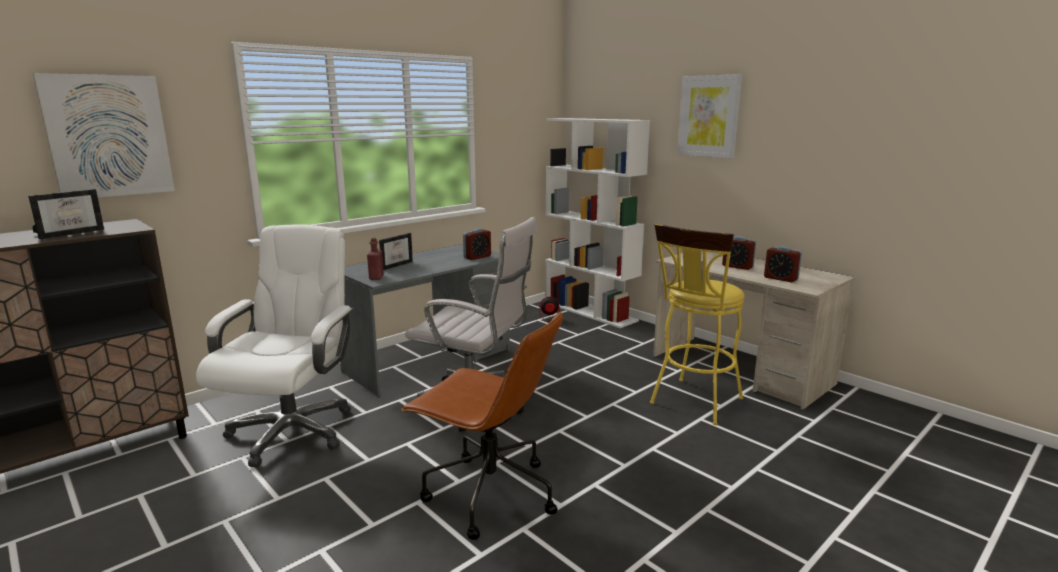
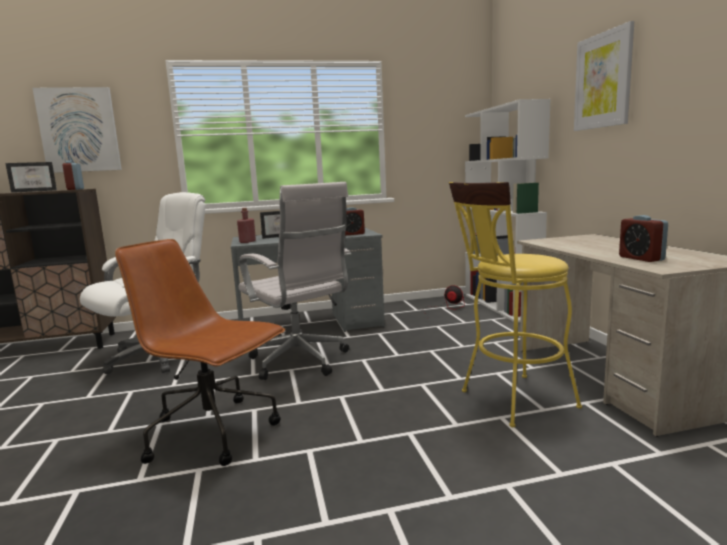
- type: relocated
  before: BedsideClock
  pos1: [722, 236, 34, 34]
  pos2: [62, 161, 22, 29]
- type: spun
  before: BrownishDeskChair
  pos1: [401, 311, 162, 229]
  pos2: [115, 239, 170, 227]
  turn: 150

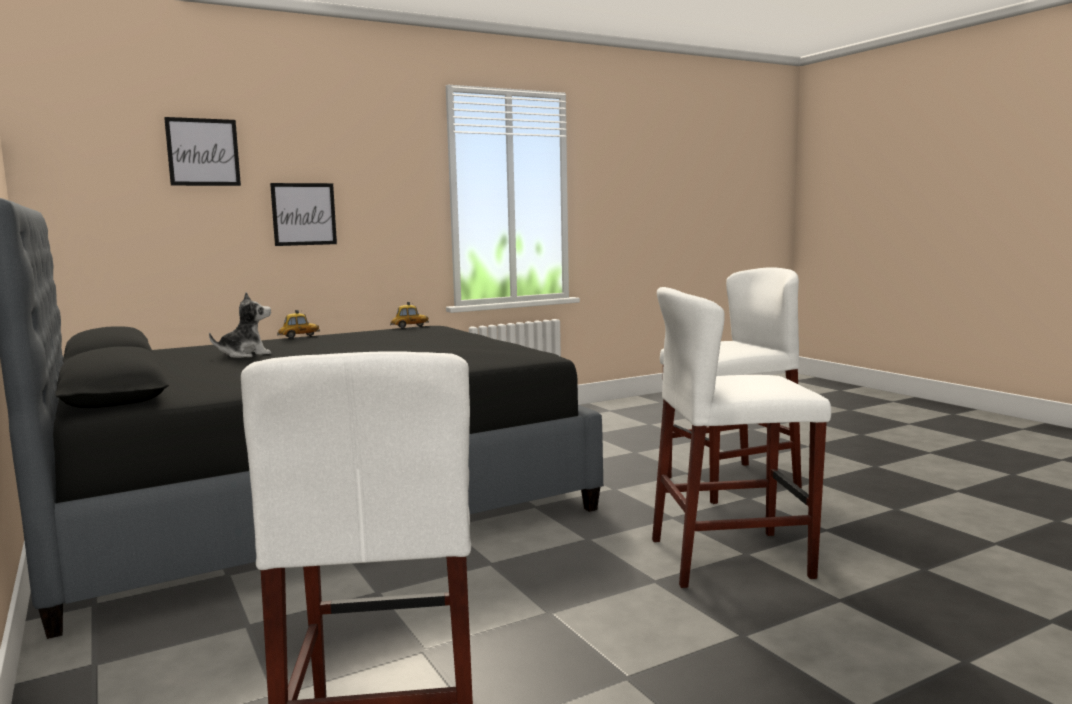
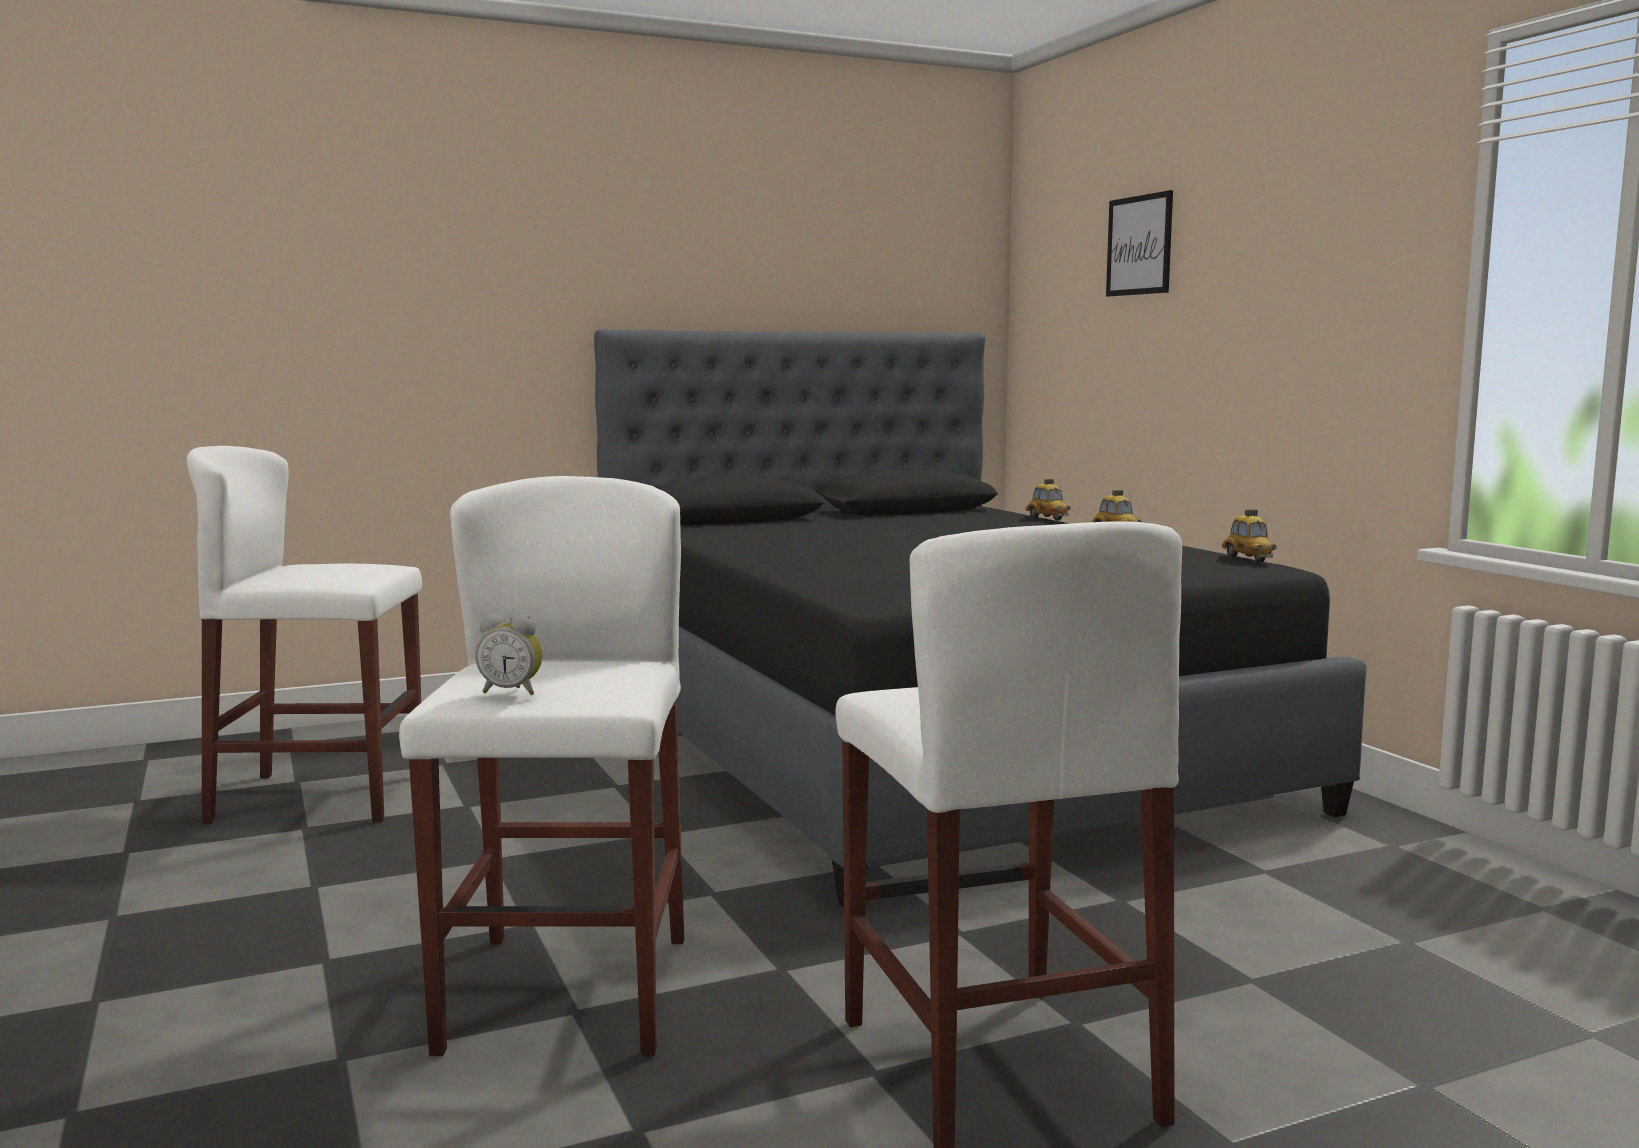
- type: appeared
  after: BedsideClock
  pos2: [475, 614, 68, 81]
- type: appeared
  after: MiniatureCar
  pos2: [1025, 479, 46, 42]
- type: missing
  before: SoftToy
  pos1: [209, 292, 62, 66]
- type: missing
  before: Picture
  pos1: [270, 183, 67, 63]

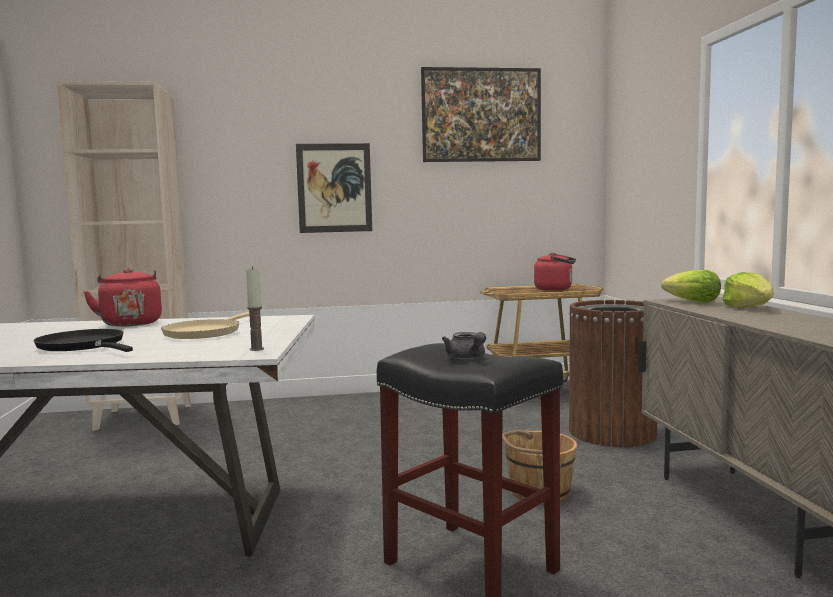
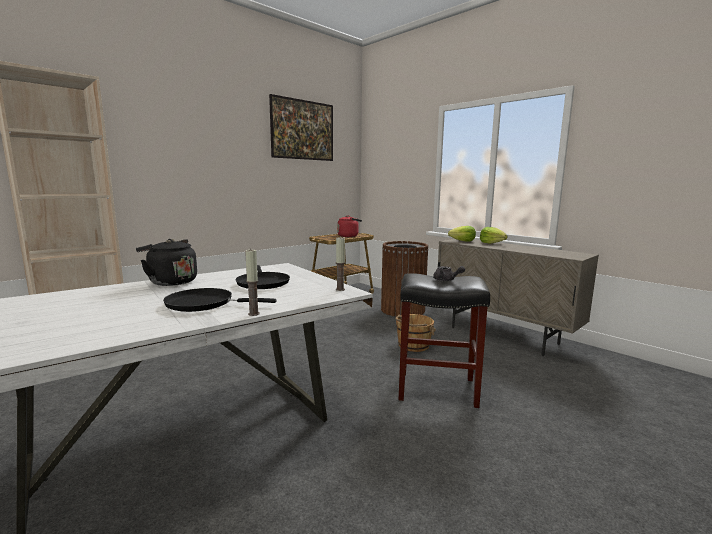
- type: colour
  before: ReddishWaterKettle
  after: BlackishWaterKettle
  pos1: [83, 268, 79, 59]
  pos2: [136, 239, 61, 47]
- type: colour
  before: SandColouredPan
  after: BlackishPan
  pos1: [161, 312, 89, 27]
  pos2: [235, 265, 55, 24]
- type: appeared
  after: Candle
  pos2: [245, 248, 15, 68]
- type: missing
  before: Picture
  pos1: [296, 143, 76, 90]

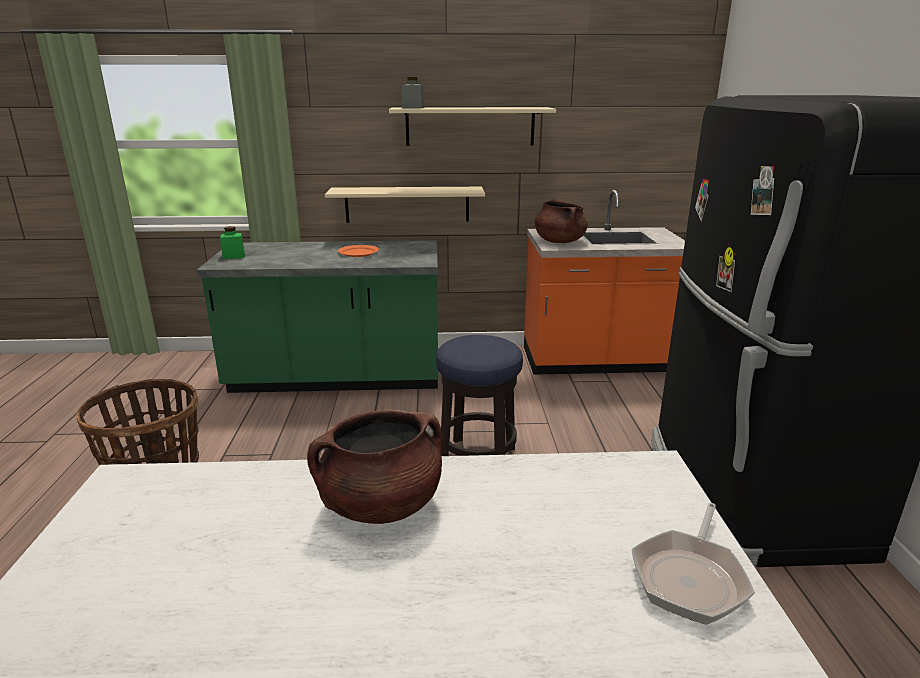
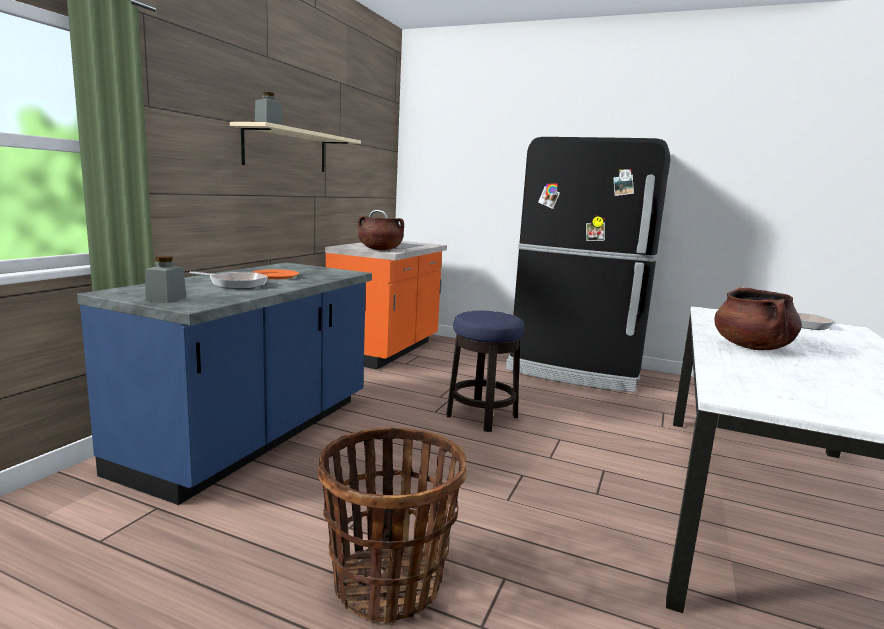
- type: colour
  before: GreenKitchenBaseUnit
  after: BlueKitchenBaseUnit
  pos1: [197, 240, 241, 153]
  pos2: [77, 262, 295, 243]
- type: colour
  before: GreenJar
  after: GreyishJar
  pos1: [220, 226, 25, 33]
  pos2: [145, 256, 41, 47]
- type: appeared
  after: Pan
  pos2: [189, 271, 79, 18]
- type: missing
  before: SandColouredWallShelf
  pos1: [325, 187, 160, 36]

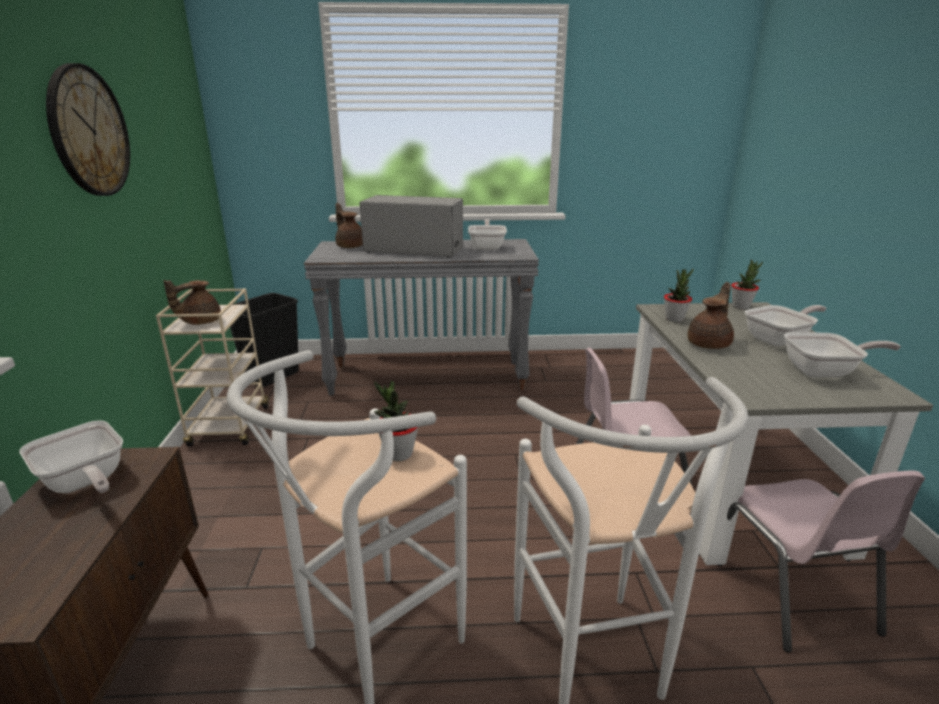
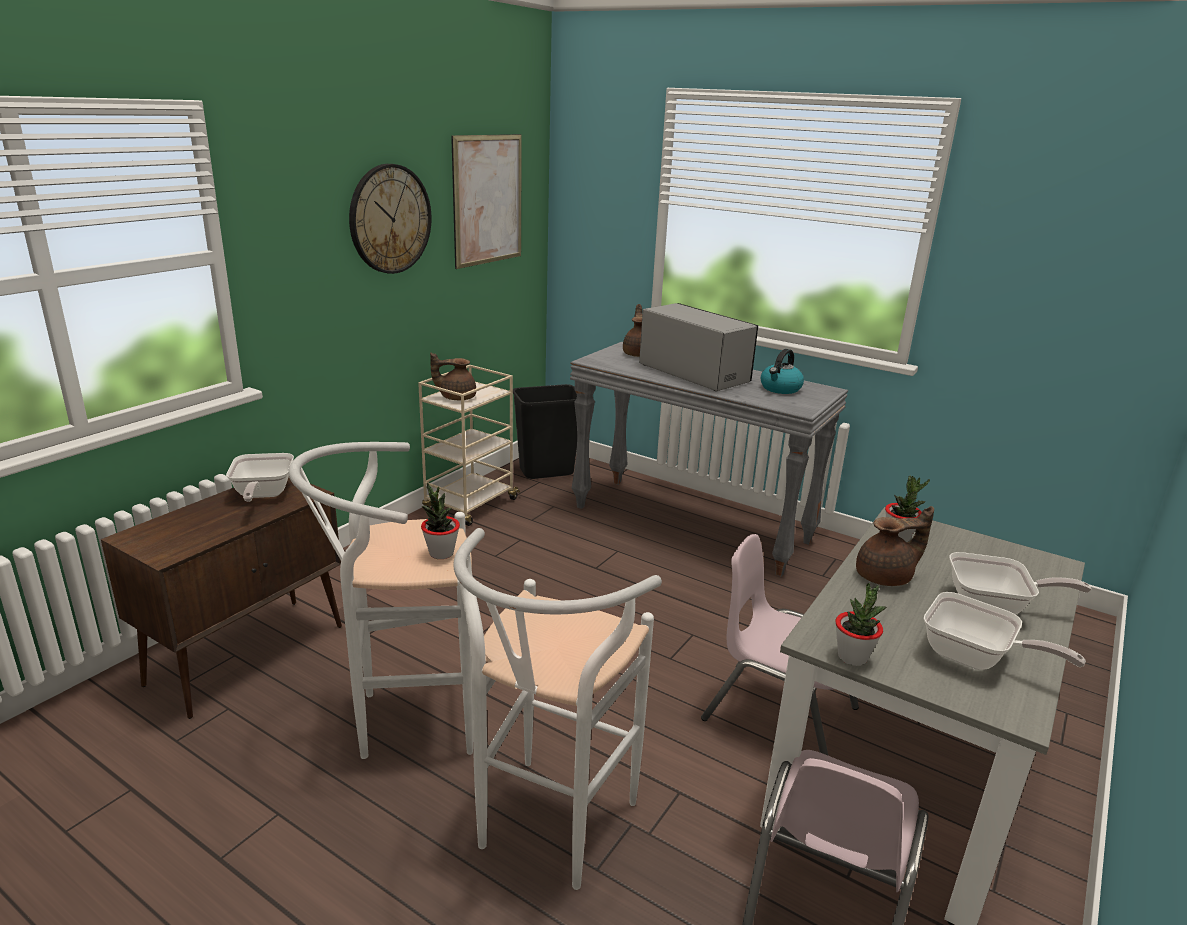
- type: appeared
  after: Picture
  pos2: [451, 134, 71, 135]
- type: exchanged
  before: Pan
  after: WaterKettle
  pos1: [468, 219, 39, 31]
  pos2: [761, 349, 43, 45]
- type: relocated
  before: PlantInAPot
  pos1: [731, 259, 32, 50]
  pos2: [835, 583, 52, 83]

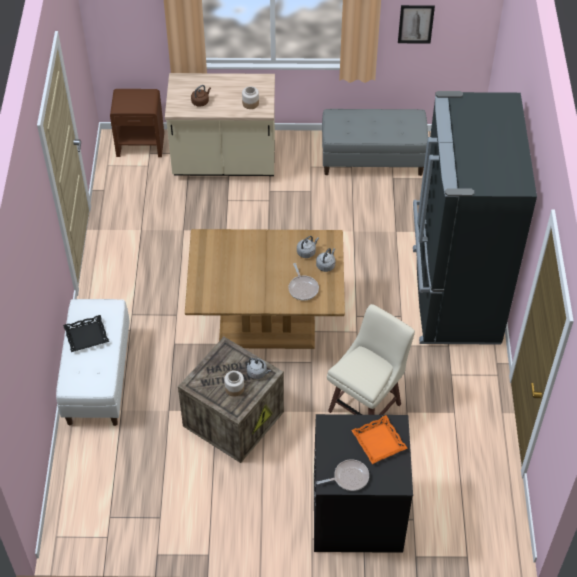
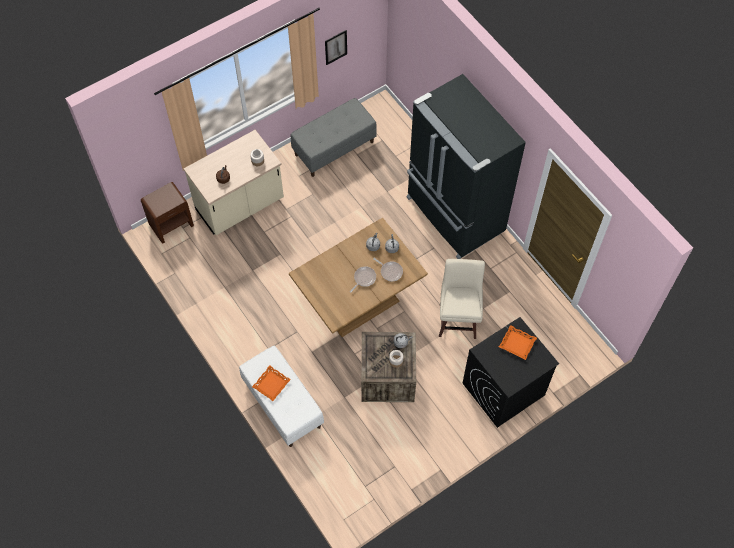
- type: colour
  before: BlackishTray
  after: OrangeyTray
  pos1: [63, 315, 46, 37]
  pos2: [252, 365, 39, 36]
- type: relocated
  before: Pan
  pos1: [316, 459, 53, 32]
  pos2: [350, 266, 26, 27]

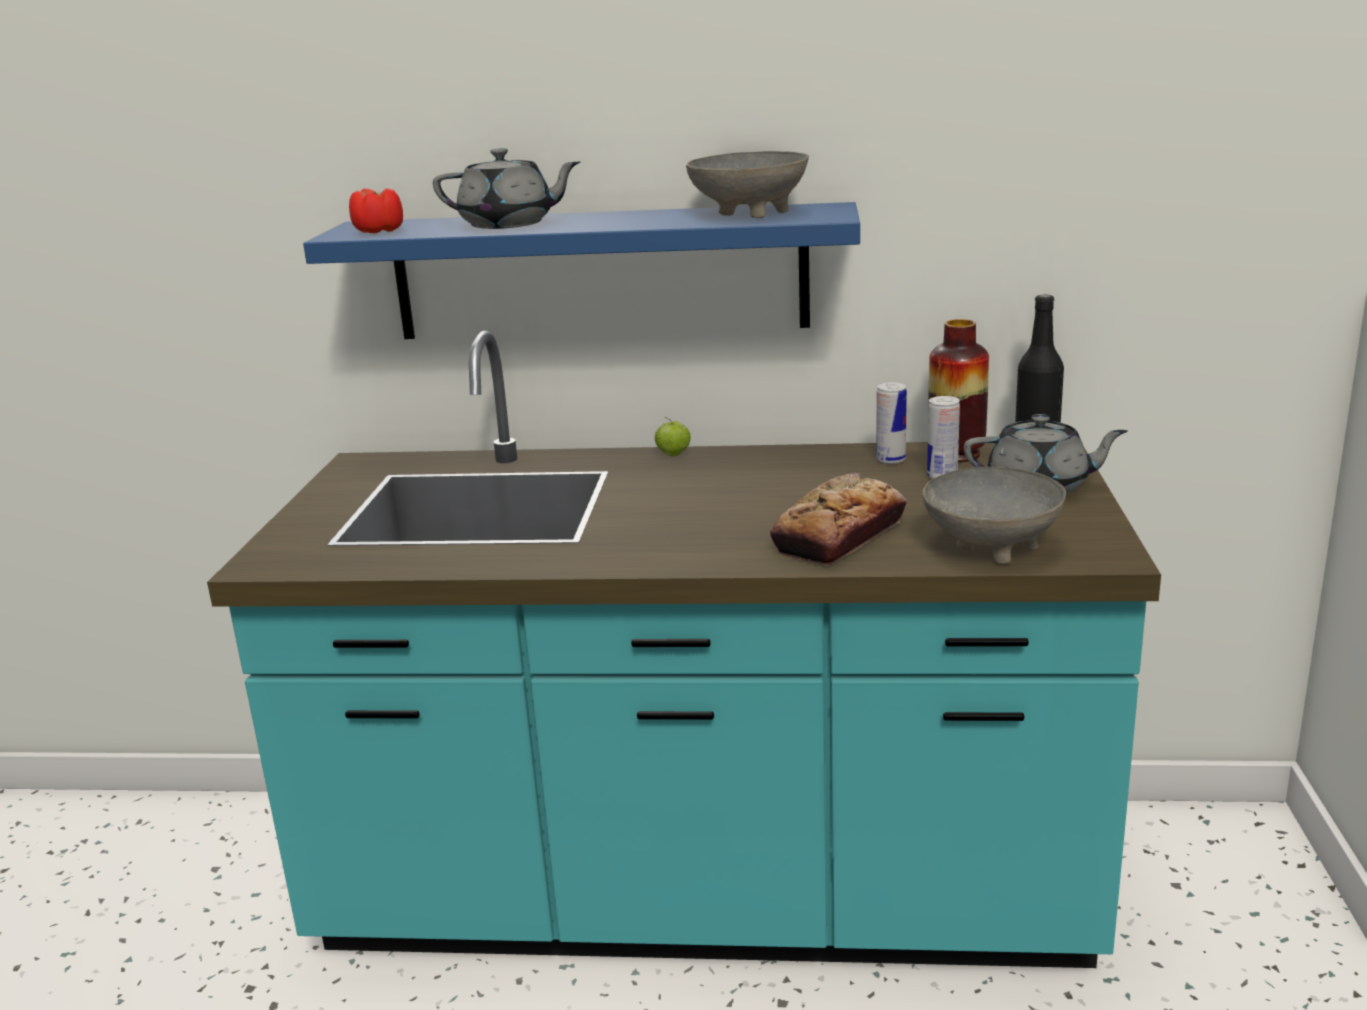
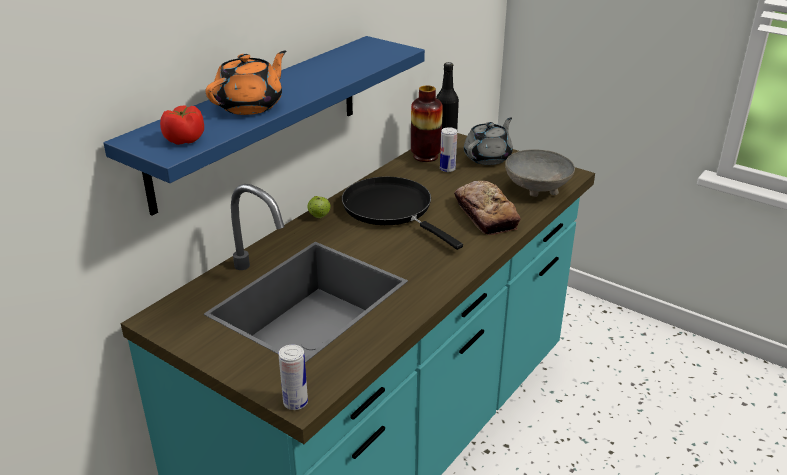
- type: colour
  before: GreyishPotForTea
  after: OrangeyPotForTea
  pos1: [433, 148, 147, 81]
  pos2: [206, 51, 80, 64]
- type: relocated
  before: Can
  pos1: [876, 382, 31, 82]
  pos2: [278, 345, 30, 65]
- type: appeared
  after: BlackishPan
  pos2: [342, 177, 121, 73]
- type: missing
  before: GreyishServingBowl
  pos1: [686, 151, 123, 67]

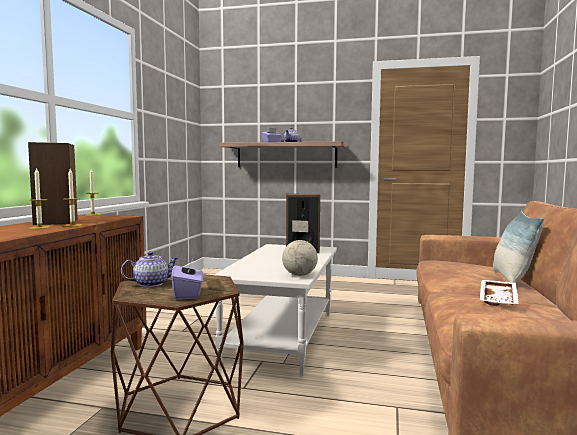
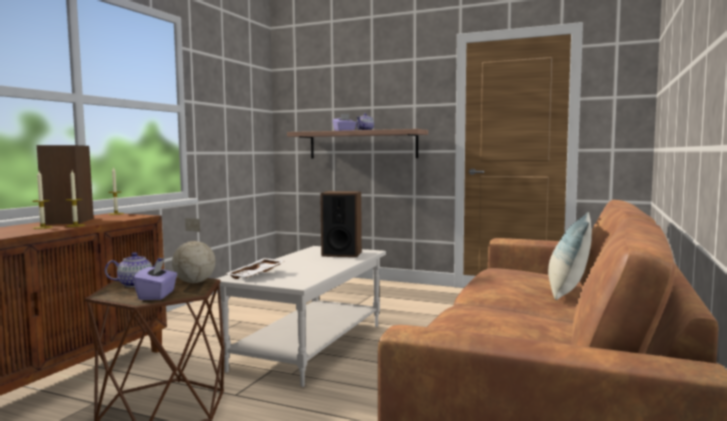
- type: relocated
  before: Globe
  pos1: [282, 220, 36, 56]
  pos2: [172, 218, 44, 65]
- type: relocated
  before: WhiteTray
  pos1: [480, 280, 39, 26]
  pos2: [226, 258, 58, 21]

